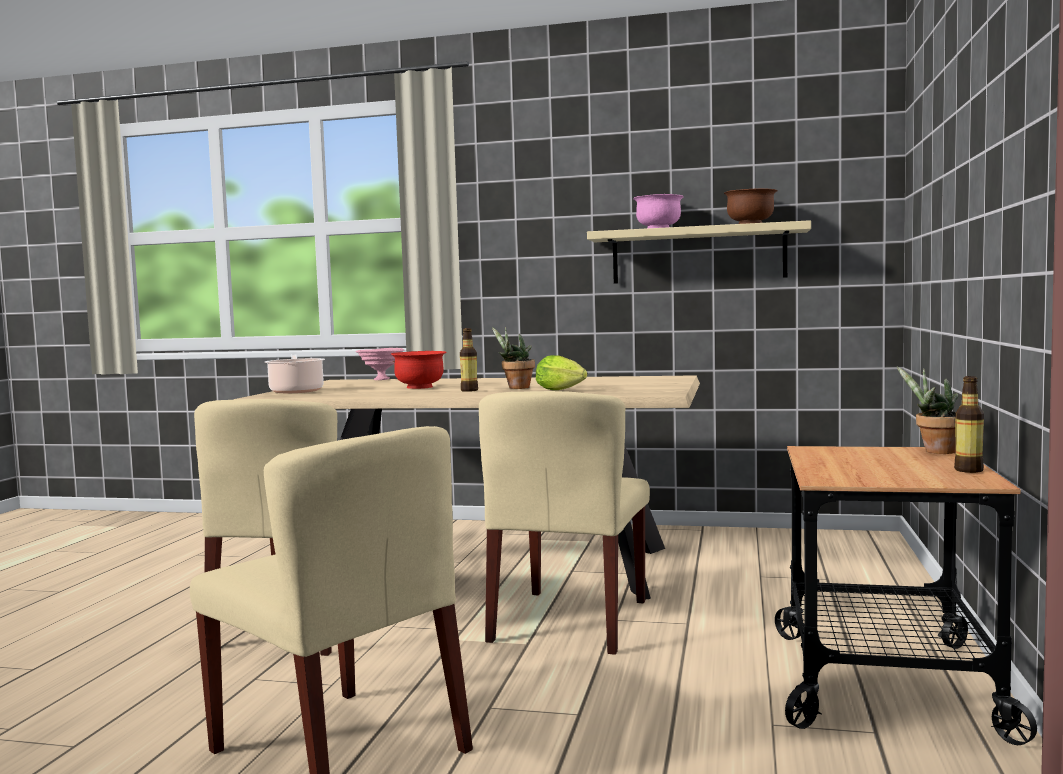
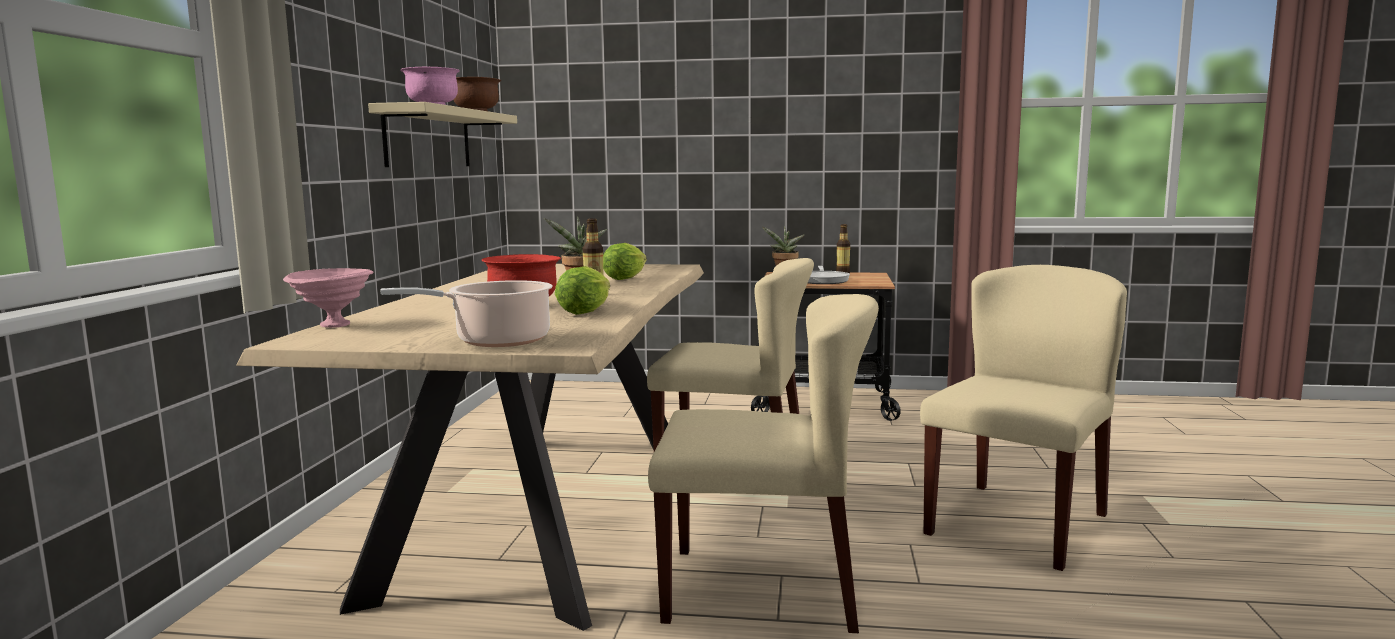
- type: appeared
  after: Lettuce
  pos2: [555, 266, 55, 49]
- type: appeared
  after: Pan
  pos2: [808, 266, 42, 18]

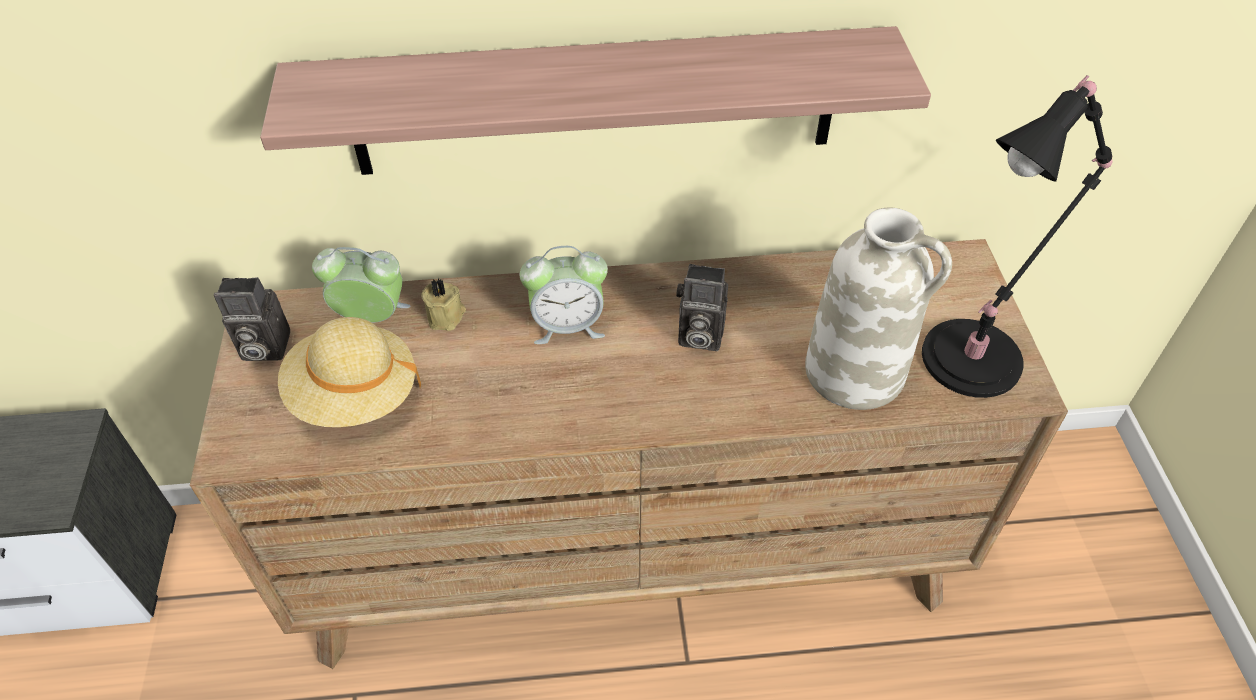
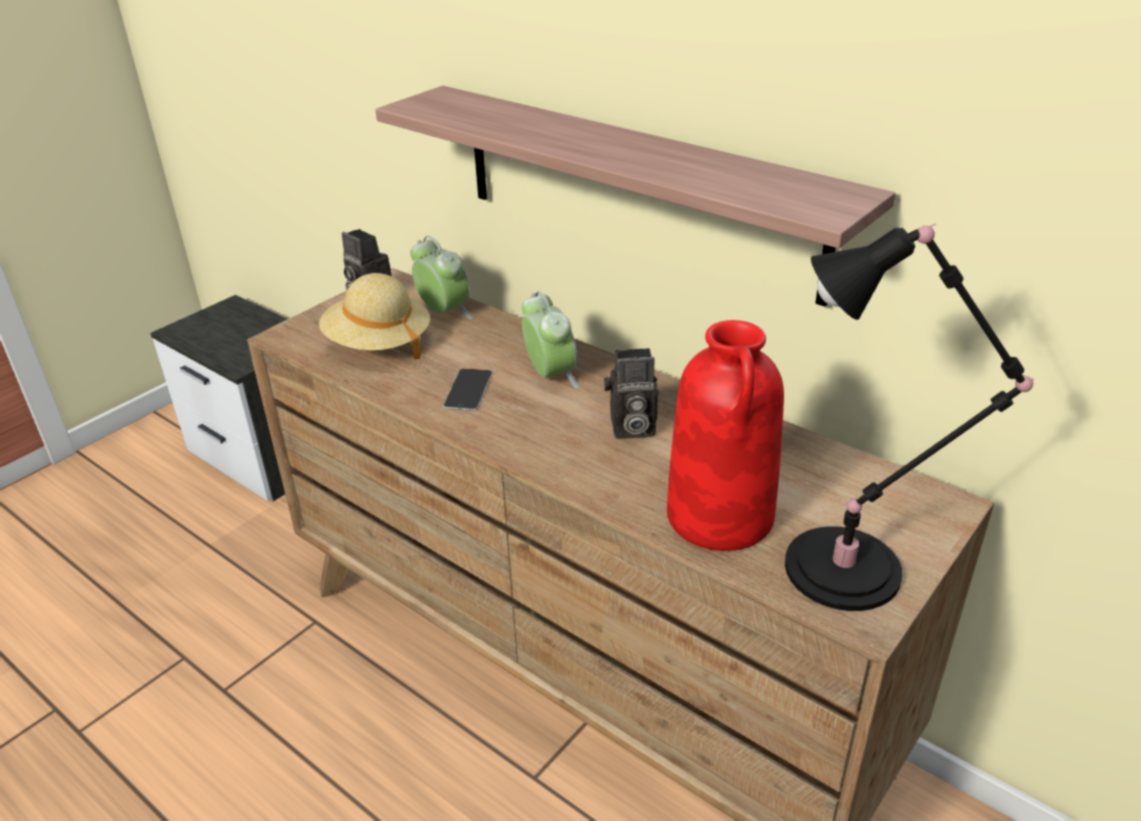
- type: appeared
  after: Phone
  pos2: [443, 369, 49, 42]
- type: spun
  before: BedsideClock
  pos1: [520, 246, 88, 98]
  pos2: [522, 291, 57, 98]
  turn: -150
- type: spun
  before: StillCamera
  pos1: [676, 264, 52, 87]
  pos2: [604, 348, 54, 91]
  turn: -60
- type: colour
  before: WhiteVase
  after: ReddishVase
  pos1: [805, 208, 147, 202]
  pos2: [667, 320, 117, 231]
- type: missing
  before: SandColouredCandle
  pos1: [421, 278, 45, 53]

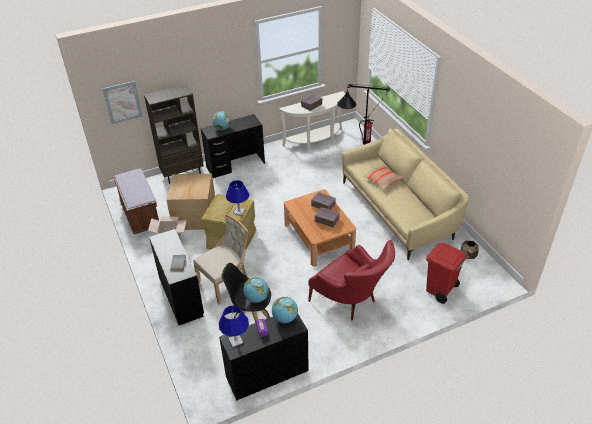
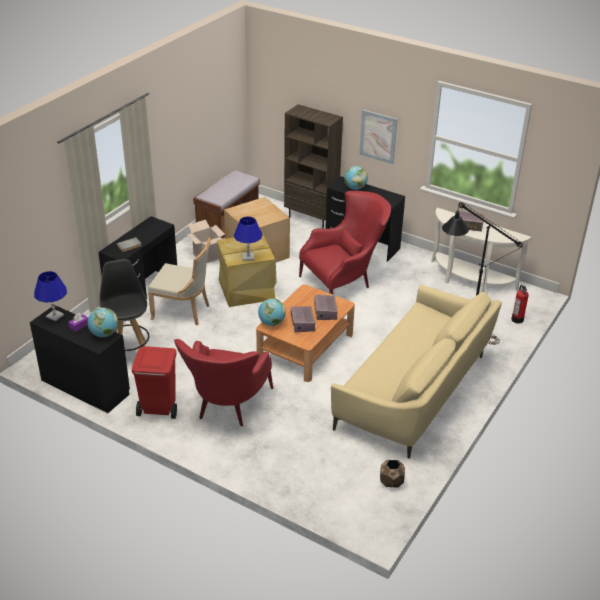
- type: relocated
  before: ReddishRubbishBin
  pos1: [426, 243, 42, 61]
  pos2: [132, 346, 45, 73]
- type: relocated
  before: Globe
  pos1: [243, 277, 26, 26]
  pos2: [258, 298, 28, 28]
- type: appeared
  after: ReddishArmchair
  pos2: [299, 191, 92, 103]
- type: relocated
  before: Picture
  pos1: [102, 81, 41, 43]
  pos2: [359, 110, 38, 54]
- type: missing
  before: Cushion
  pos1: [364, 165, 39, 25]

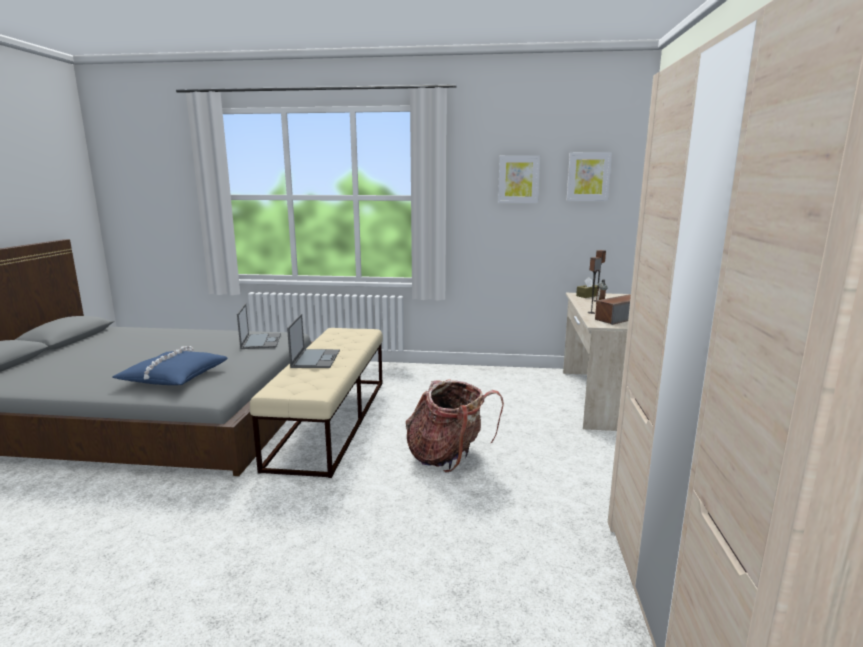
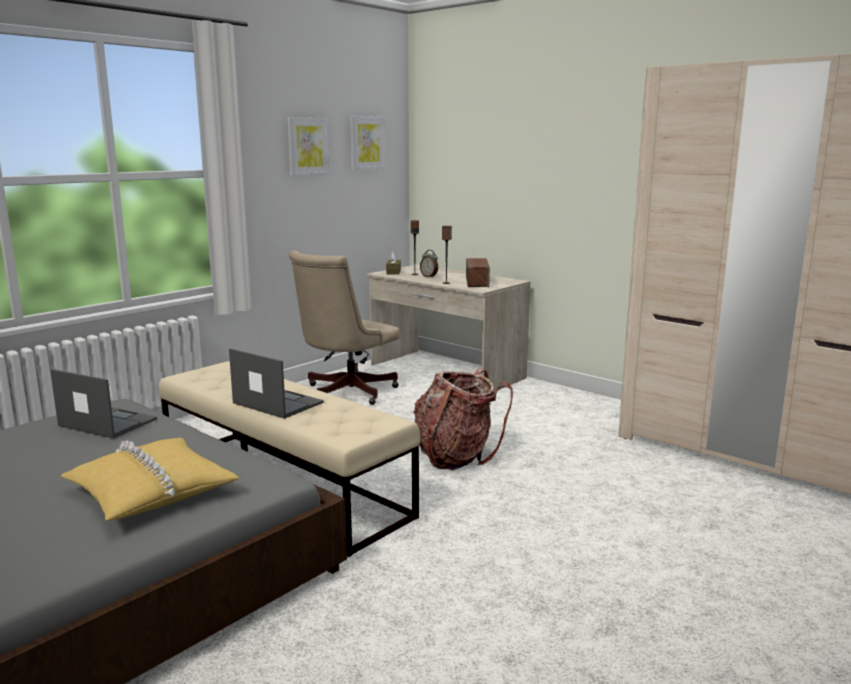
- type: colour
  before: BlueCushion
  after: YellowCushion
  pos1: [112, 346, 116, 39]
  pos2: [61, 438, 178, 83]
- type: appeared
  after: SandColouredDeskChair
  pos2: [289, 250, 111, 155]

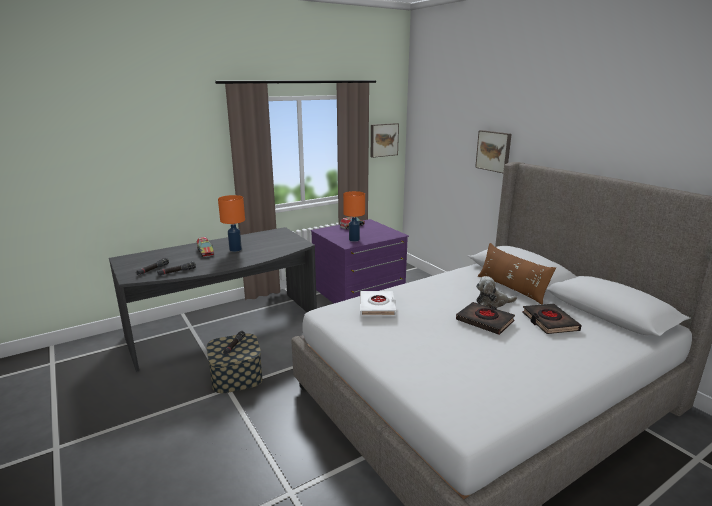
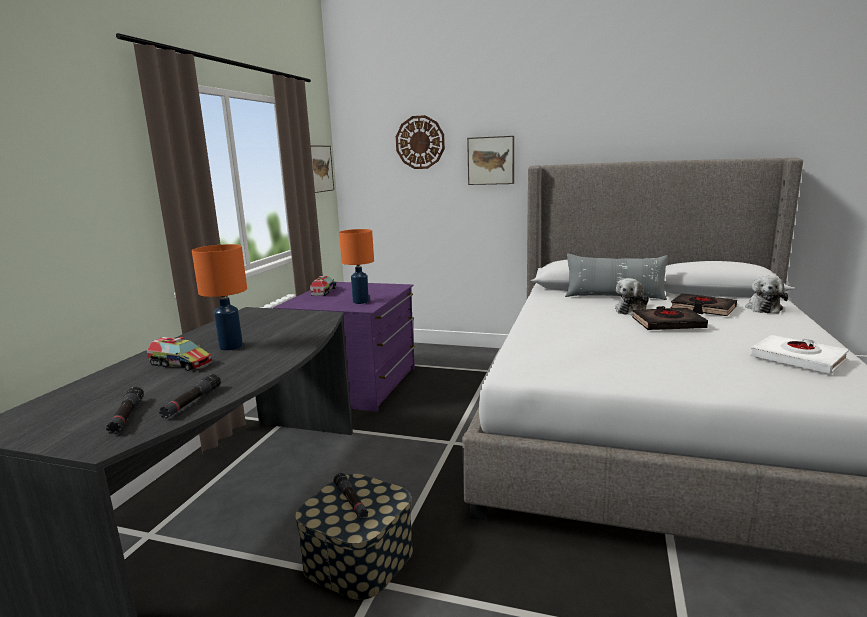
- type: appeared
  after: HangingClock
  pos2: [396, 115, 49, 54]
- type: colour
  before: BrownishCushion
  after: GreyishCushion
  pos1: [478, 243, 78, 62]
  pos2: [565, 253, 103, 47]
- type: appeared
  after: SoftToy
  pos2: [745, 276, 43, 38]
- type: relocated
  before: WhiteBook
  pos1: [360, 291, 36, 25]
  pos2: [750, 335, 99, 39]

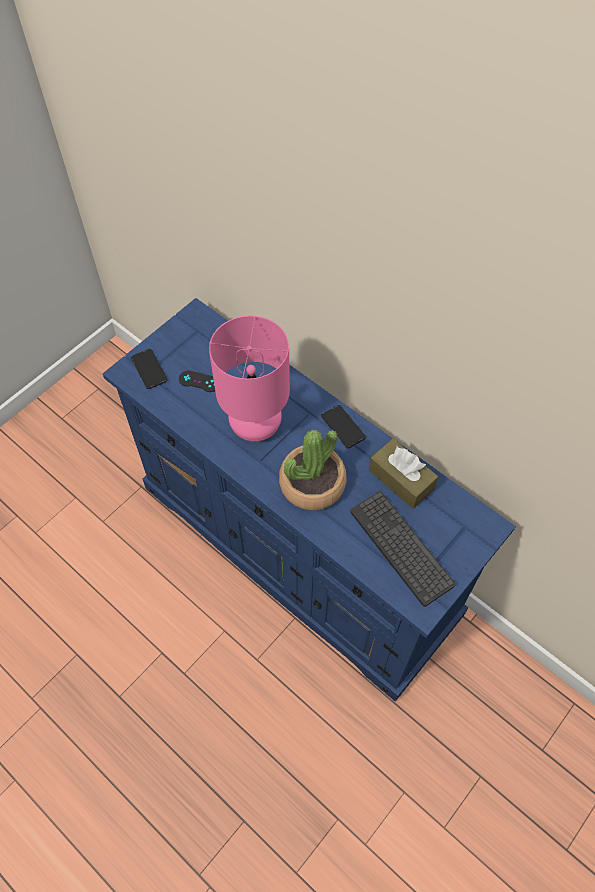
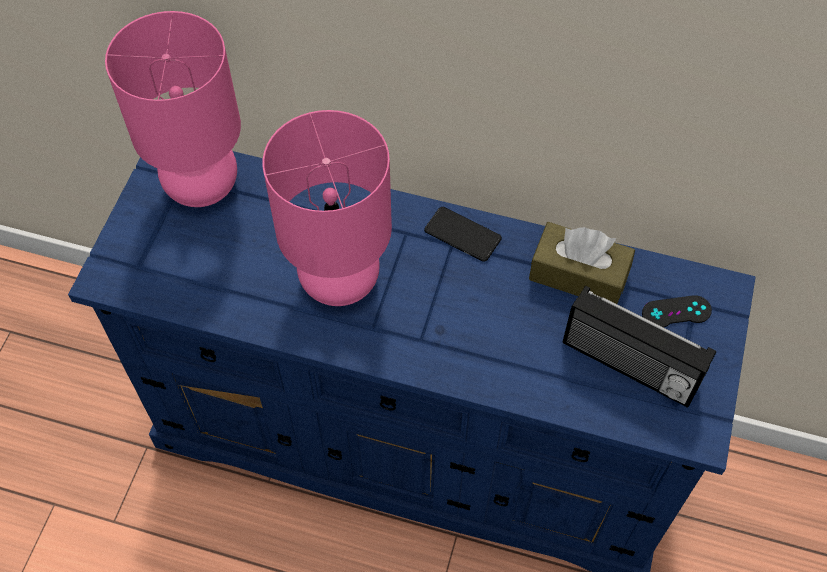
- type: appeared
  after: PinkColouredTableLamp
  pos2: [105, 11, 136, 196]
- type: exchanged
  before: Keyboard
  after: RadioSet
  pos1: [350, 491, 106, 116]
  pos2: [563, 286, 153, 122]
- type: relocated
  before: BlackishGamepad
  pos1: [179, 371, 36, 21]
  pos2: [642, 295, 70, 33]
- type: missing
  before: Phone
  pos1: [131, 349, 37, 40]
- type: missing
  before: PlantInAPot
  pos1: [279, 430, 68, 80]

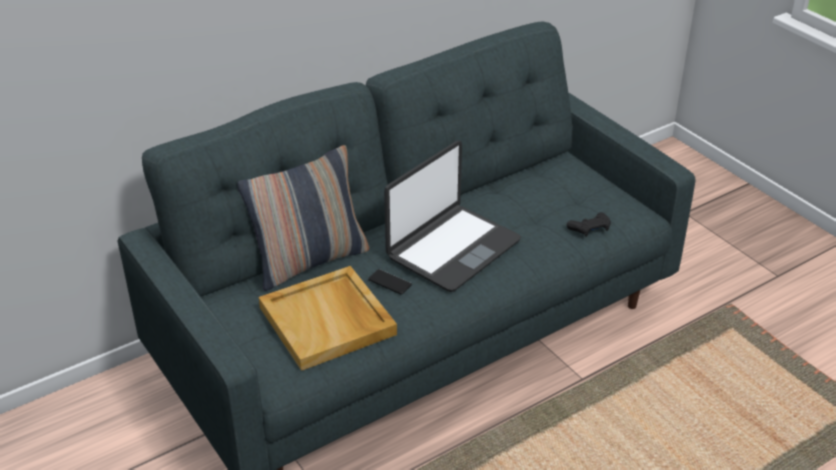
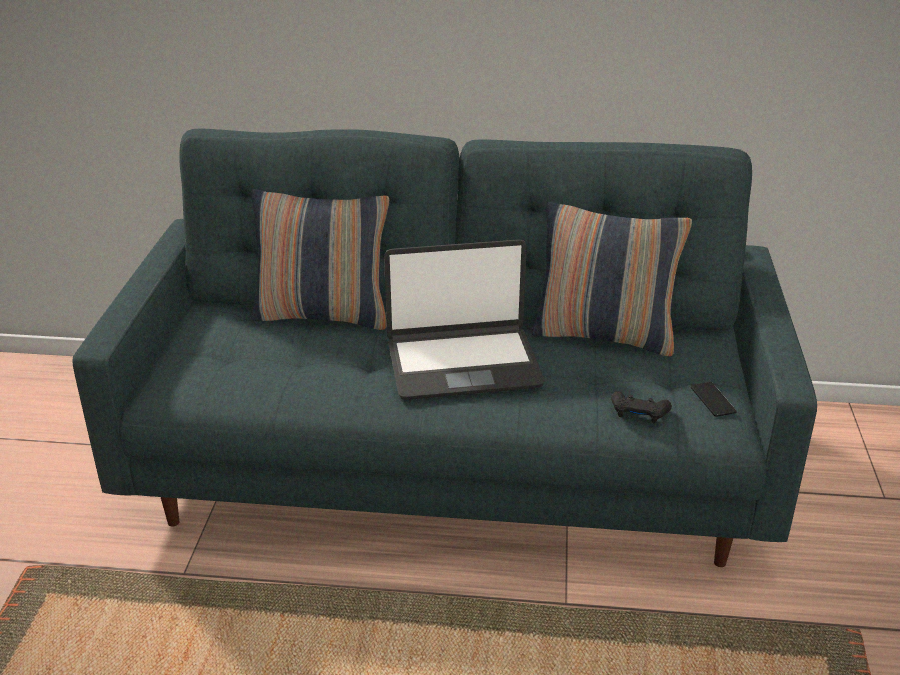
- type: appeared
  after: Cushion
  pos2: [531, 202, 161, 154]
- type: relocated
  before: Phone
  pos1: [368, 269, 44, 25]
  pos2: [691, 382, 46, 35]
- type: missing
  before: SandColouredTray
  pos1: [259, 266, 138, 105]

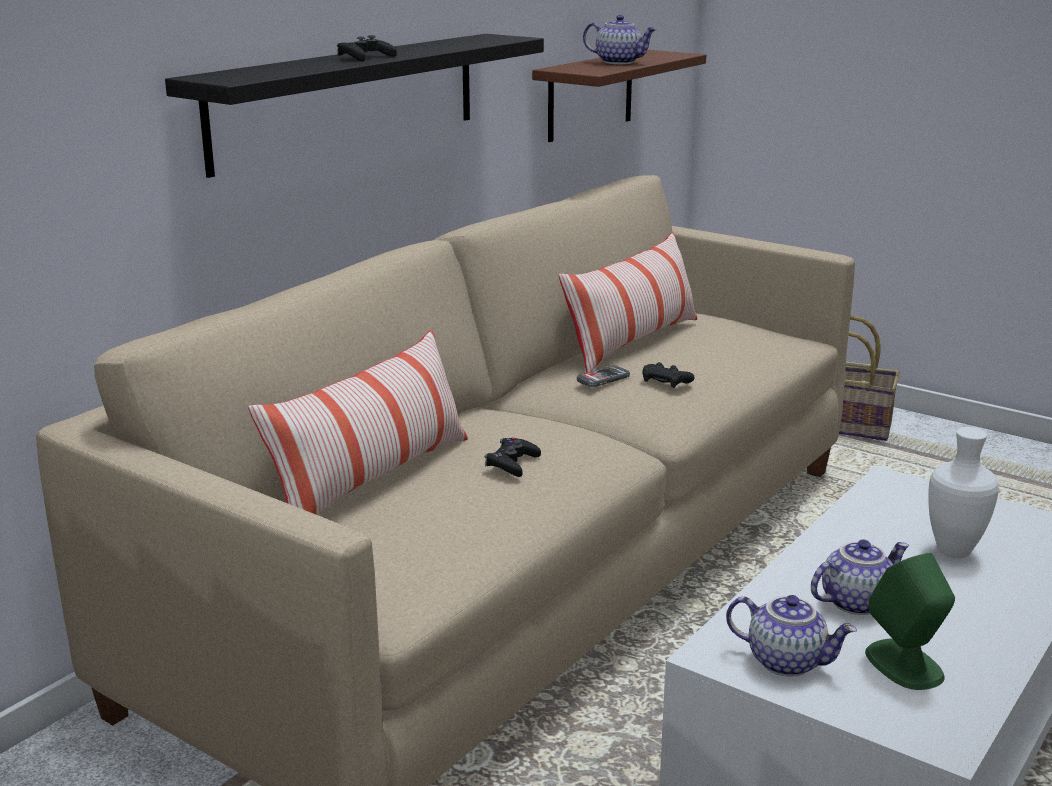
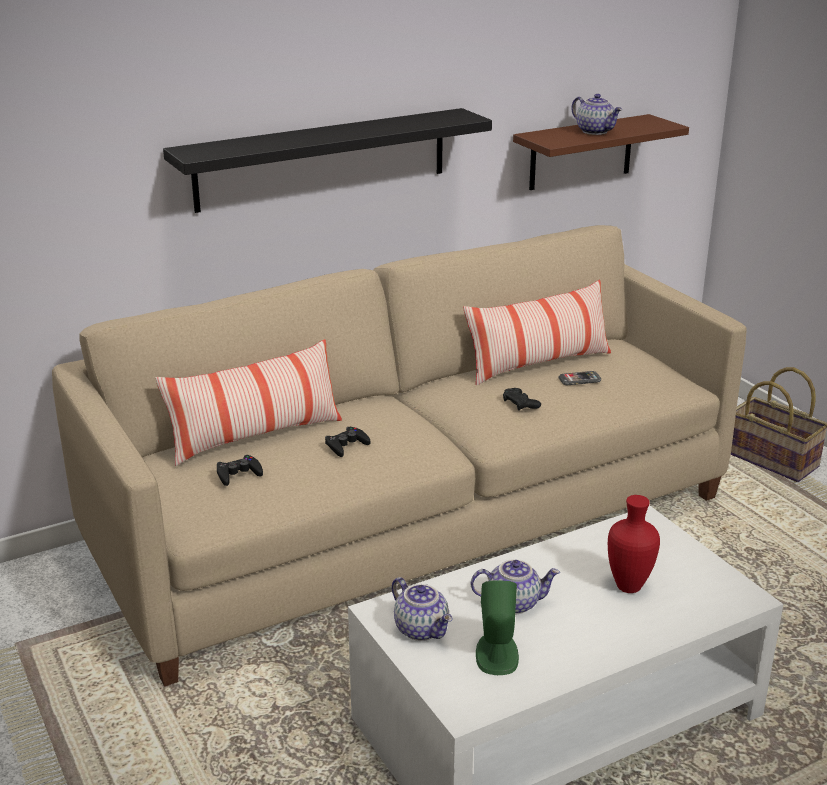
- type: relocated
  before: BlackishGamepad
  pos1: [337, 35, 60, 26]
  pos2: [217, 455, 46, 31]
- type: relocated
  before: Phone
  pos1: [577, 366, 53, 21]
  pos2: [559, 371, 42, 14]
- type: colour
  before: WhiteVase
  after: ReddishVase
  pos1: [928, 427, 71, 131]
  pos2: [608, 495, 52, 98]

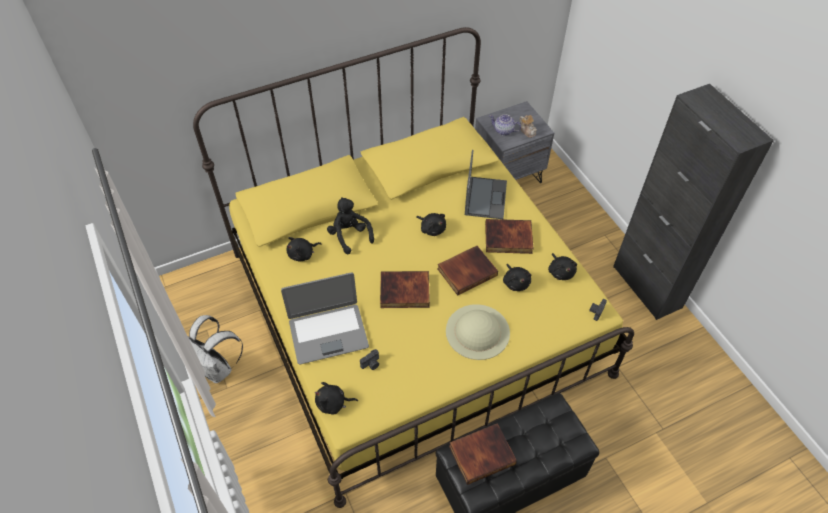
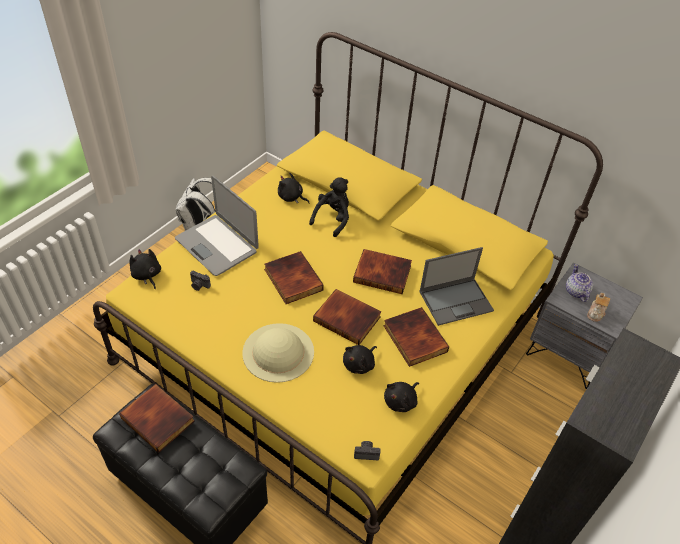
- type: exchanged
  before: BlackishSoftToy
  after: Book
  pos1: [416, 213, 30, 23]
  pos2: [353, 249, 59, 45]

